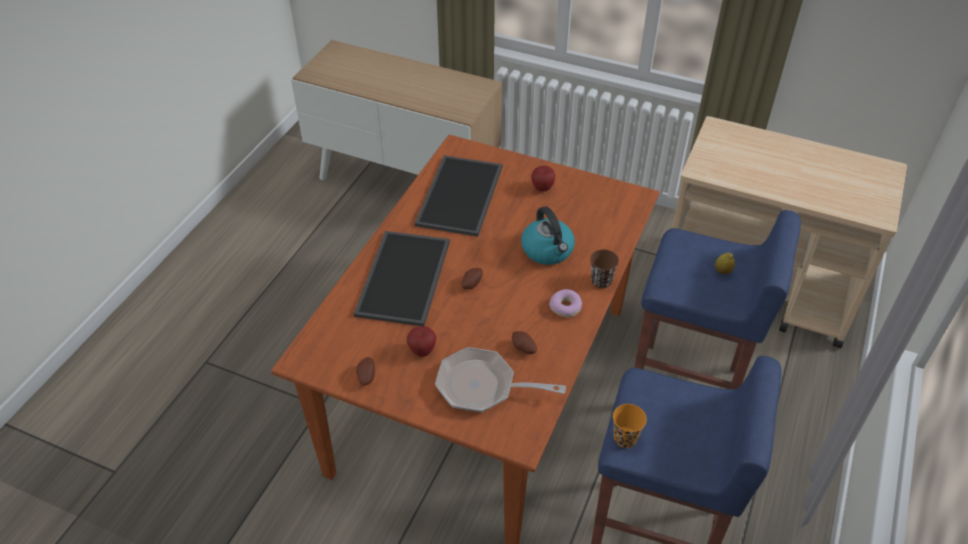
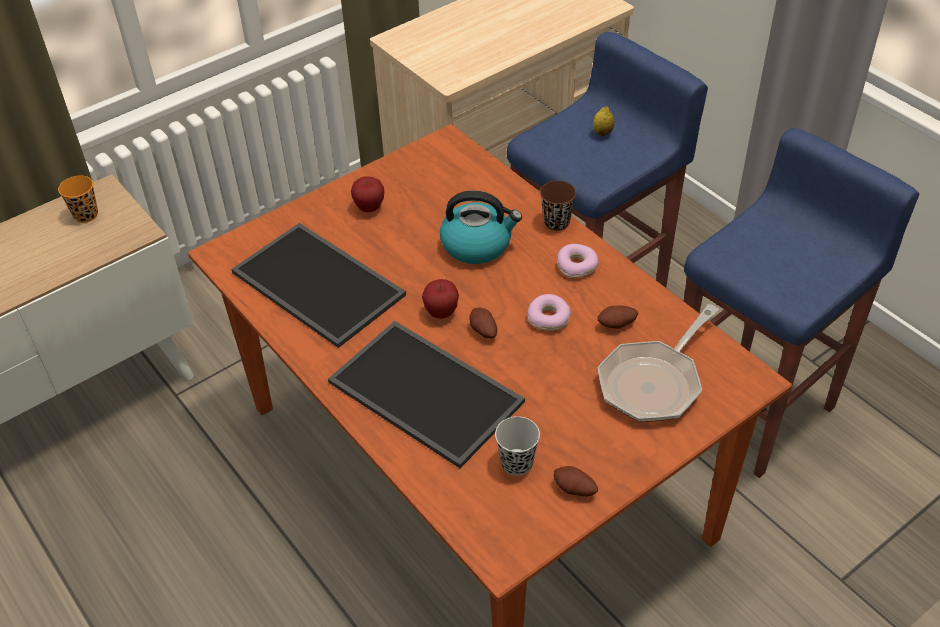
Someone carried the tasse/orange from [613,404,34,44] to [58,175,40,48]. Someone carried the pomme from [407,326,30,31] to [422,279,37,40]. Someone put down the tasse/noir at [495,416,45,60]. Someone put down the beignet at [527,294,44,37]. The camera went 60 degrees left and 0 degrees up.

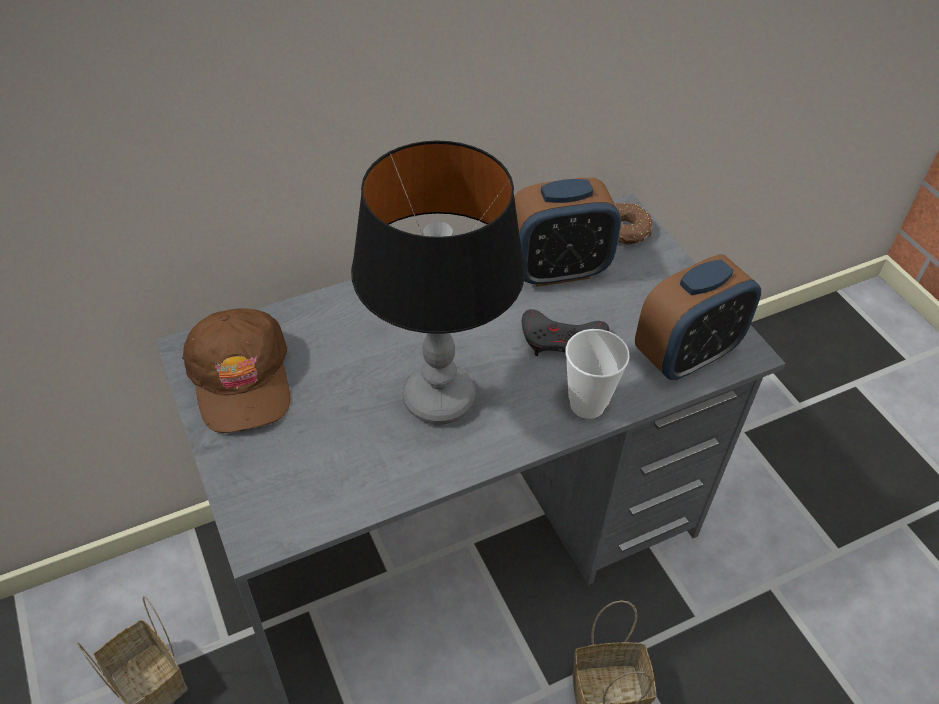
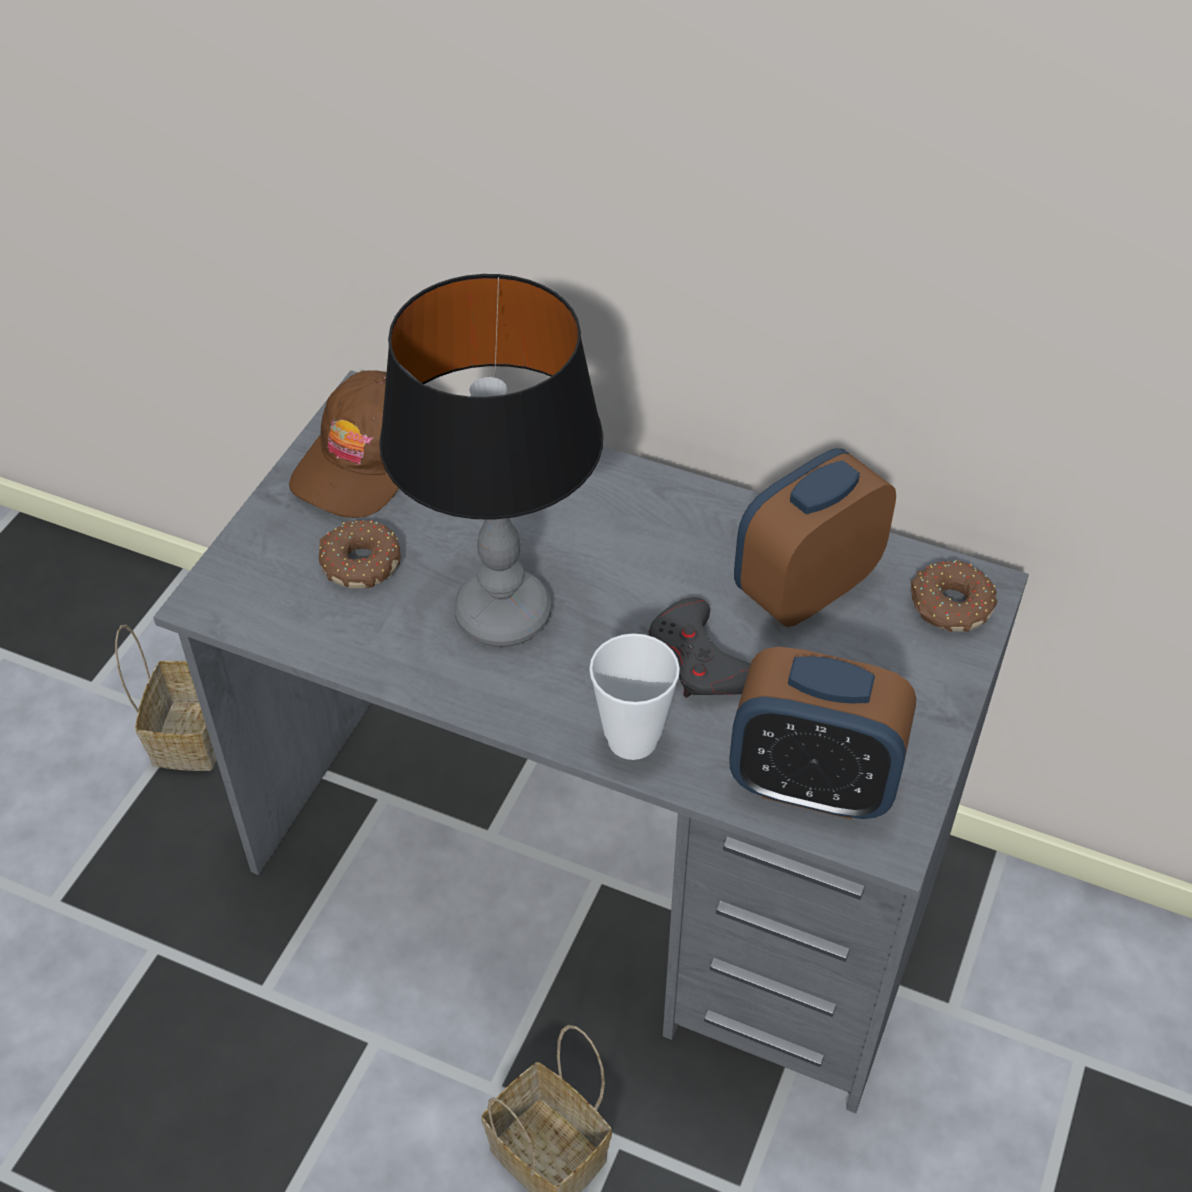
Someone put down the beignet at [319,520,82,68]. Someone rotated the réveil at [514,178,107,109] by 105 degrees clockwise. The camera went 50 degrees right and 0 degrees up.

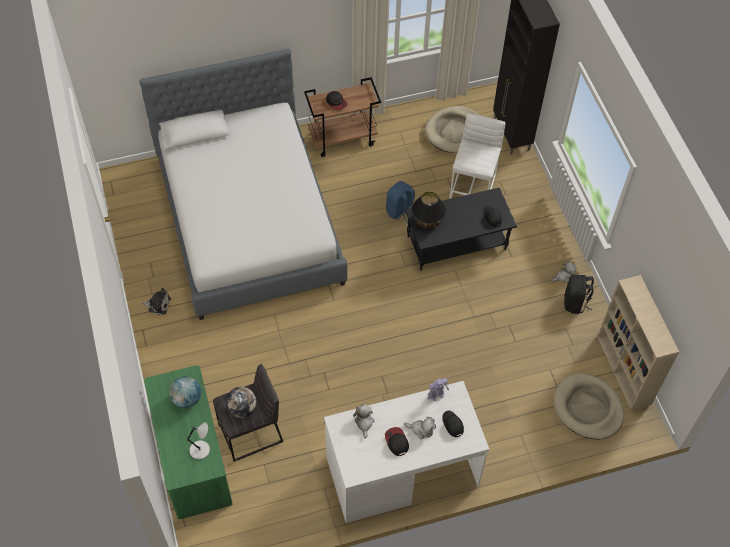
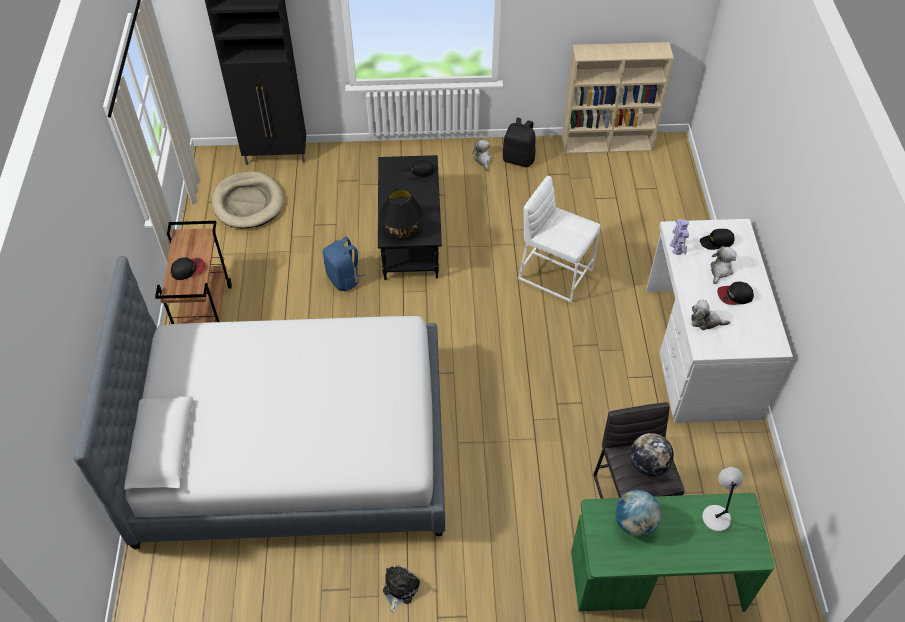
Someone carried the tabouret/blanc from [449,113,56,86] to [518,176,82,126]. Someone took away the panier pour chien/beige at [553,373,71,67]. The camera went 75 degrees left and 5 degrees down.

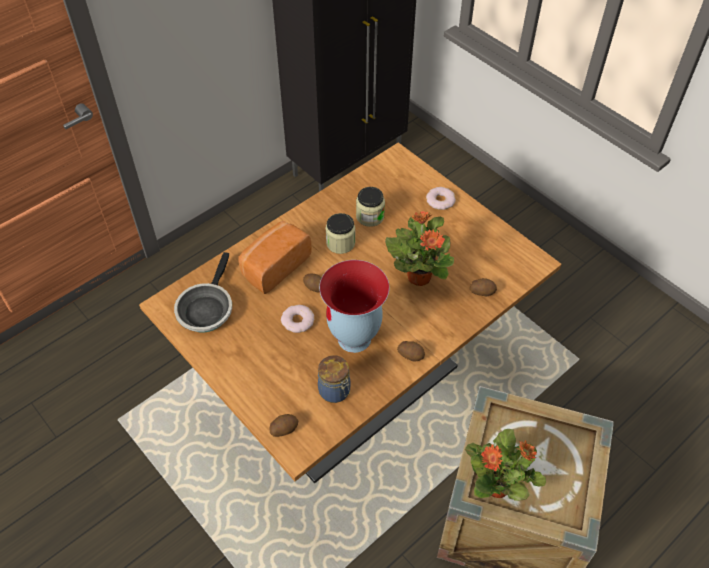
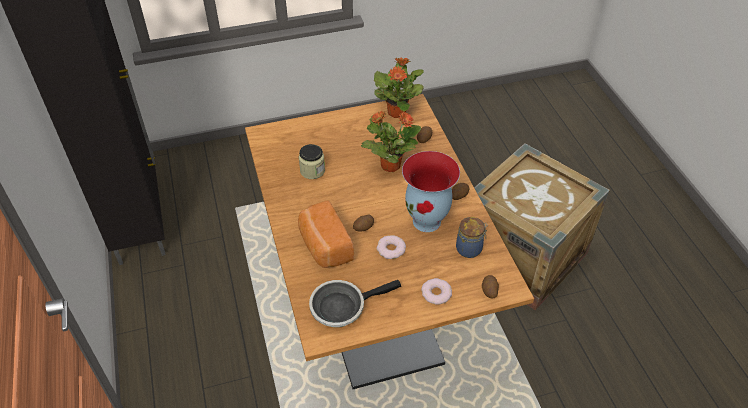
Someone rotated the poêle at [174,252,58,80] by 120 degrees clockwise. Someone carried the plante en pot from [465,429,81,72] to [374,57,50,61]. Someone carried the beignet from [426,187,30,23] to [421,278,31,27]. Someone took away the bocal at [325,213,30,41]. The camera went 65 degrees left and 5 degrees down.

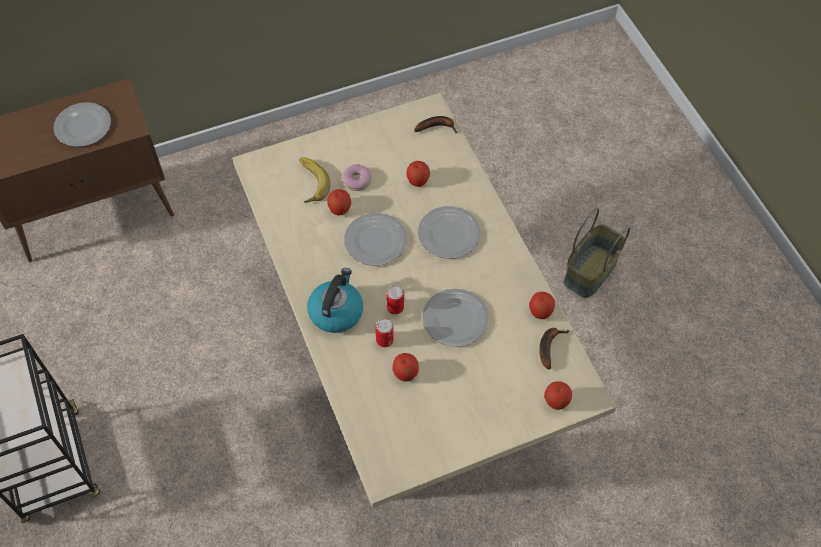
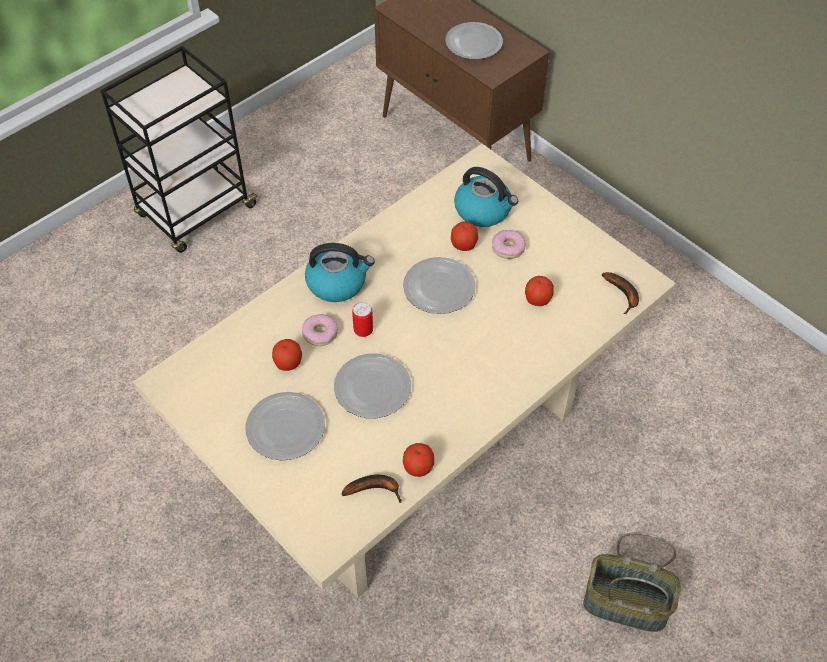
Someone carried the assiette from [418,206,63,53] to [245,392,80,68]. Someone swapped the boîte métallique at [375,318,19,29] for the beignet at [302,314,36,32]. Someone swapped the banane at [299,157,31,46] for the bouilloire at [454,167,64,60]. Someone took away the pomme at [544,381,28,29]. The camera went 70 degrees right and 5 degrees down.

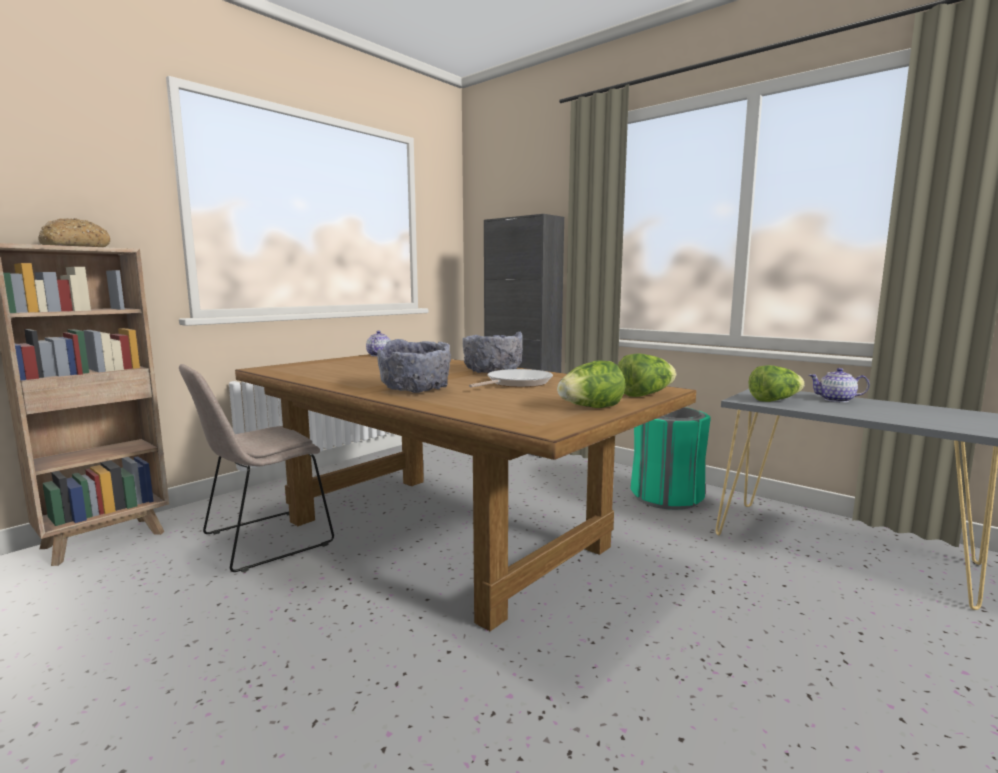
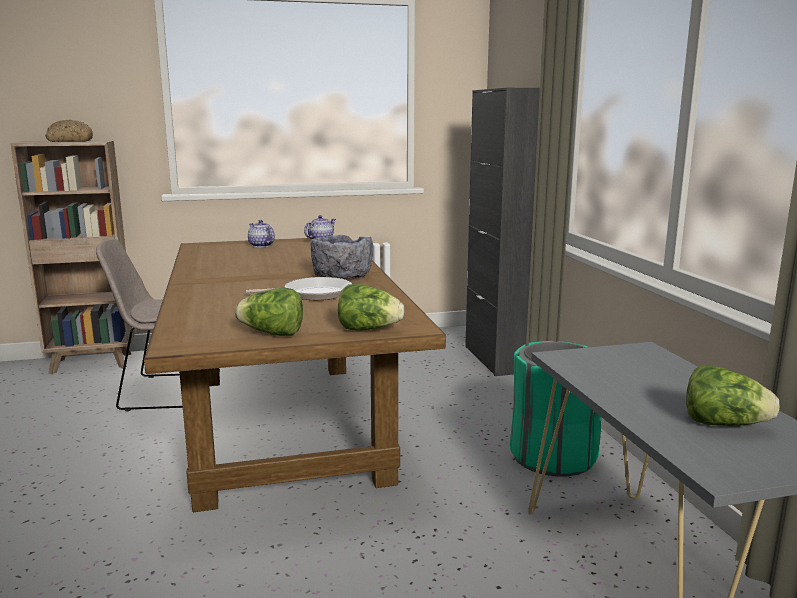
Someone carried the théière from [809,368,61,34] to [248,220,27,27]. Someone carried the laitue from [749,365,56,37] to [686,365,94,61]. Someone took away the bol/gris at [377,339,74,54]. The camera went 35 degrees right and 5 degrees up.

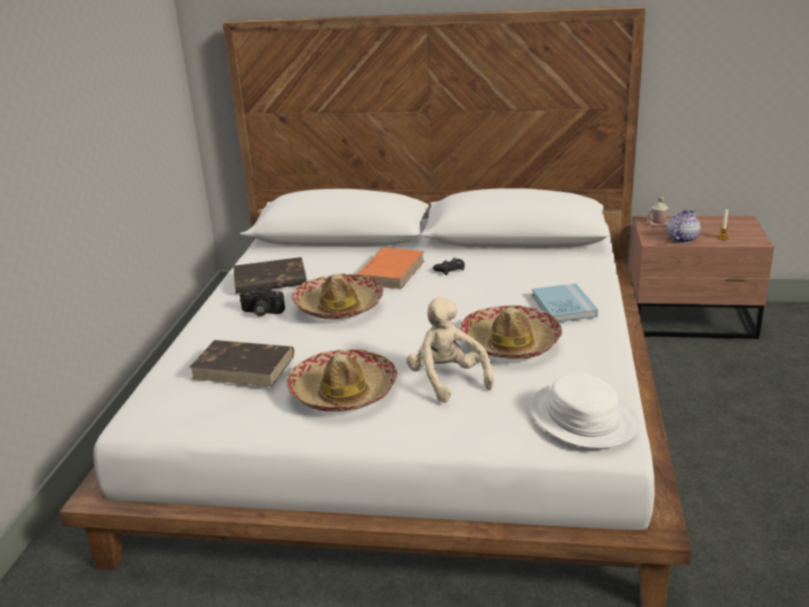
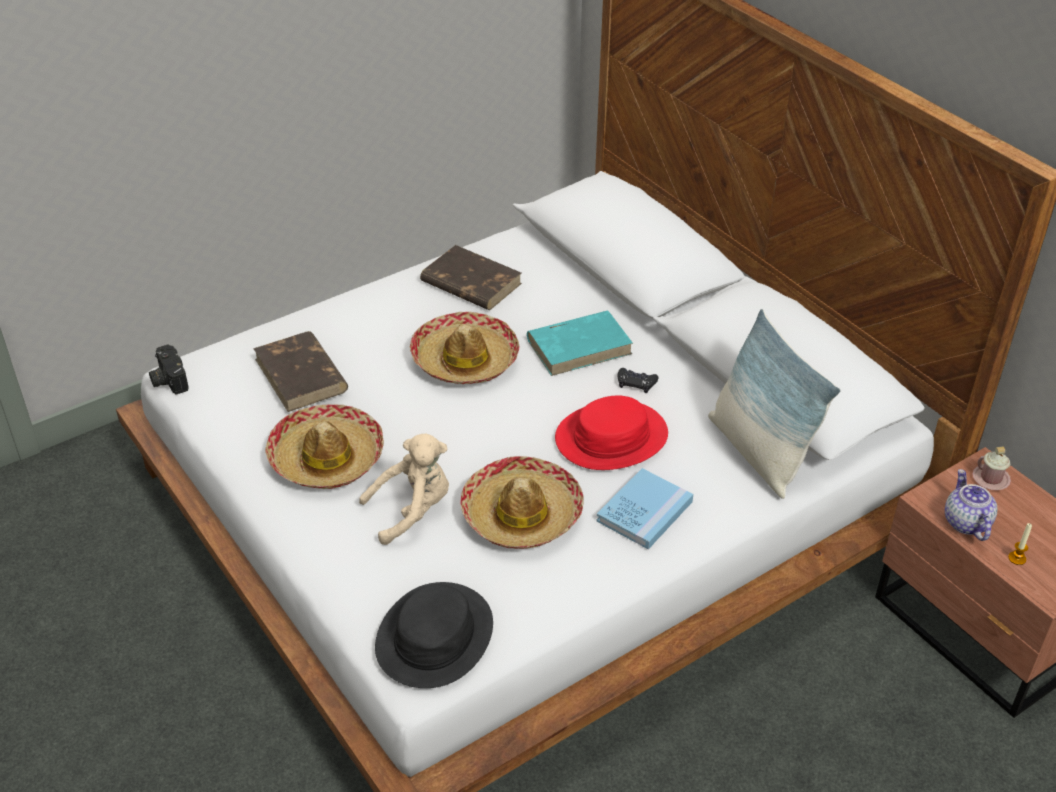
Someone carried the appareil photo from [240,286,45,30] to [149,344,40,51]. Someone rotated the peluche/beige at [406,297,88,106] by 45 degrees clockwise. Someone repainted the chapeau/blanc at [530,373,110,75], which became the chapeau/noir at [375,582,118,106]. Someone repainted the livre/orange at [356,248,68,41], which became the livre/turquoise at [527,311,106,65]. Someone put down the chapeau/rouge at [555,396,113,74]. Someone put down the coussin at [708,309,133,190]. Someone rotated the théière at [667,210,34,33] by 90 degrees counterclockwise. The camera went 45 degrees right and 15 degrees up.

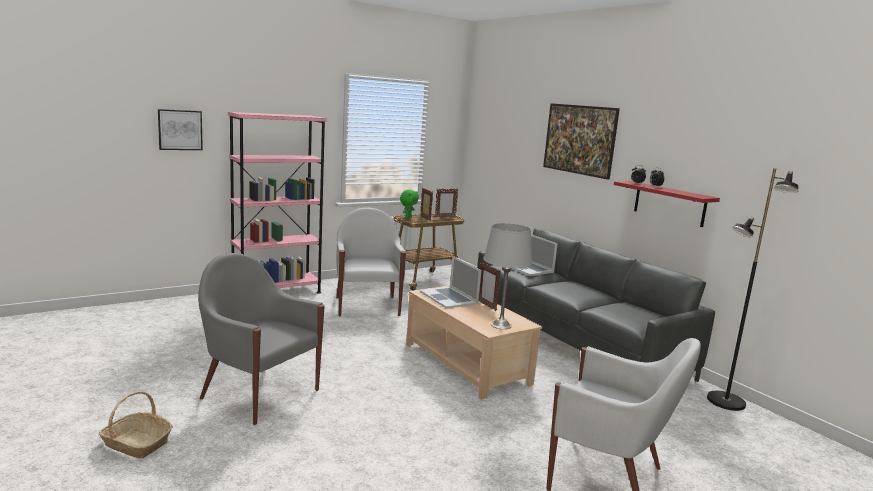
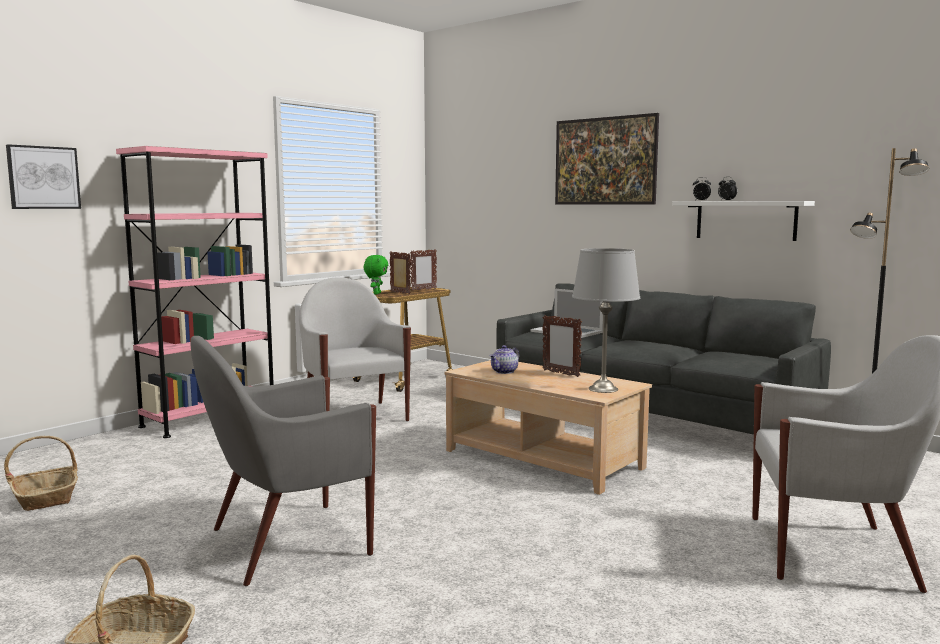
Someone put down the panier at [4,436,74,75]. Someone rotated the fauteuil/gris at [198,253,127,172] by 45 degrees counterclockwise. Someone swapped the ordinateur portable at [420,256,61,53] for the théière at [489,345,30,29]. Someone repainted the étagère/rouge at [614,181,106,46], which became the étagère/blanc at [672,201,143,40]. The camera went 15 degrees left and 5 degrees down.

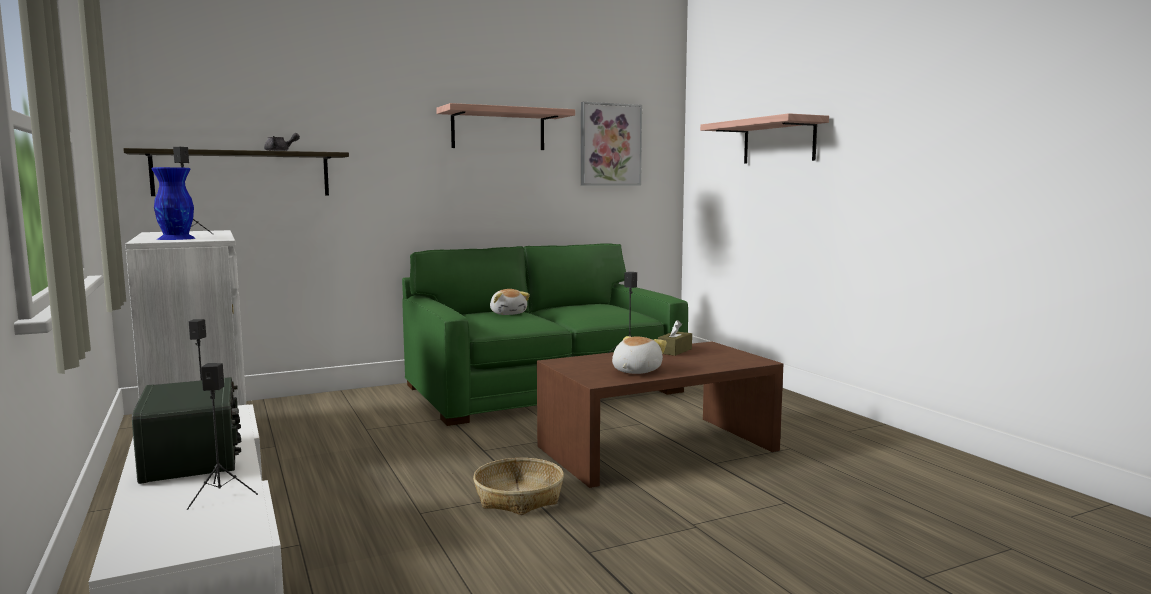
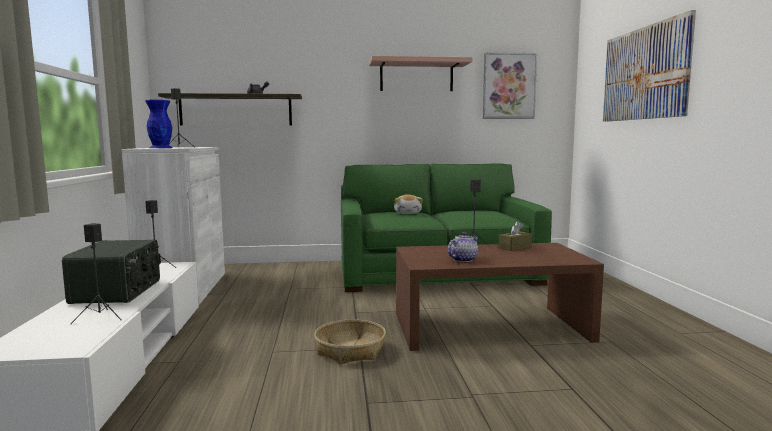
Someone swapped the peluche at [612,336,55,38] for the théière at [448,232,31,30]. Someone swapped the étagère at [700,113,129,50] for the tableau at [603,10,93,112]. The camera went 20 degrees right and 0 degrees up.

